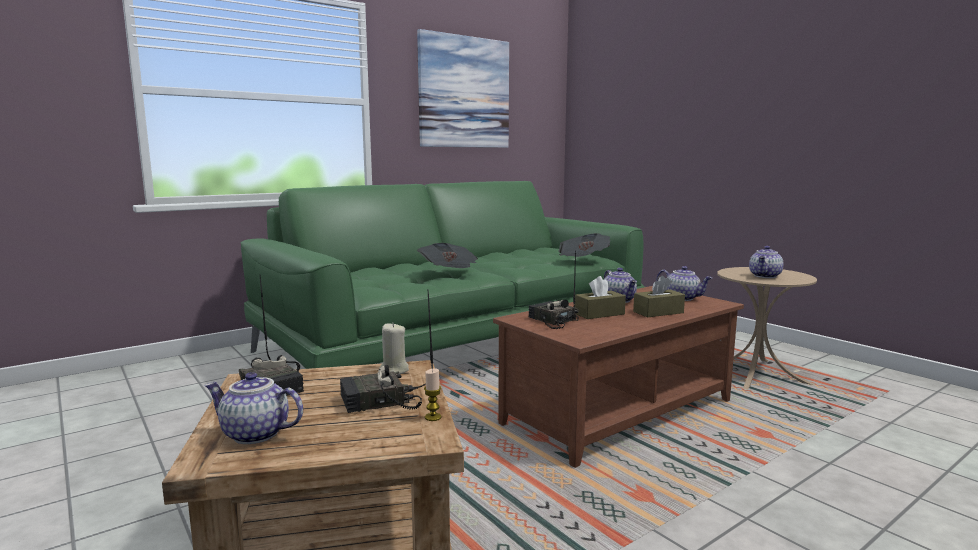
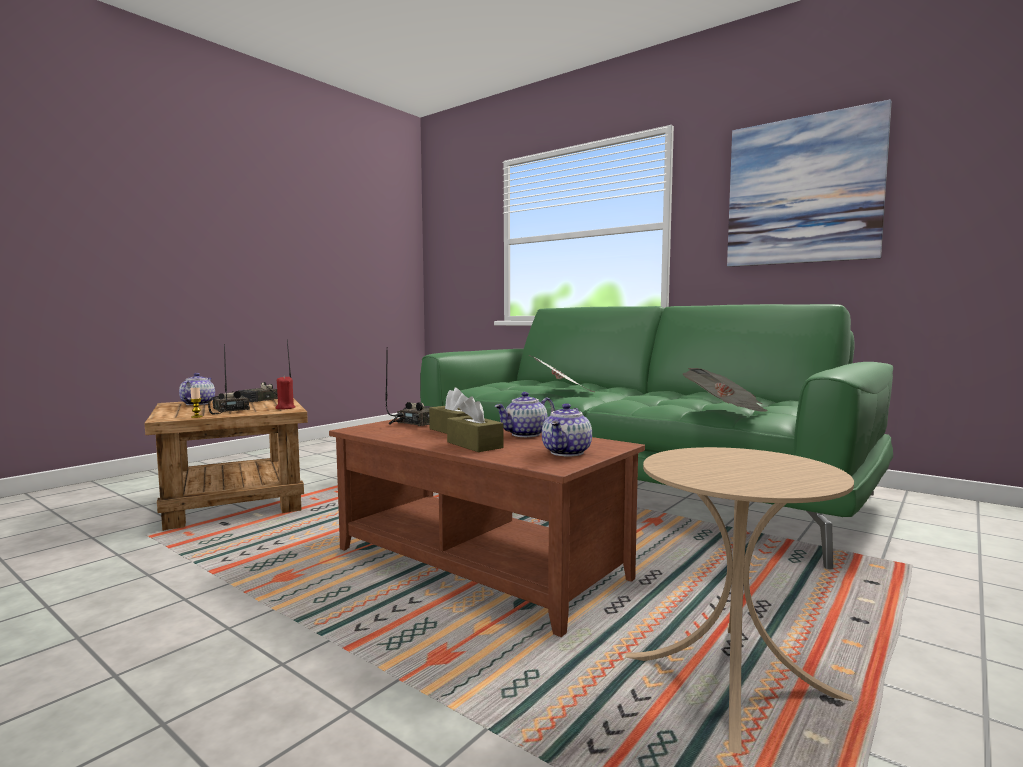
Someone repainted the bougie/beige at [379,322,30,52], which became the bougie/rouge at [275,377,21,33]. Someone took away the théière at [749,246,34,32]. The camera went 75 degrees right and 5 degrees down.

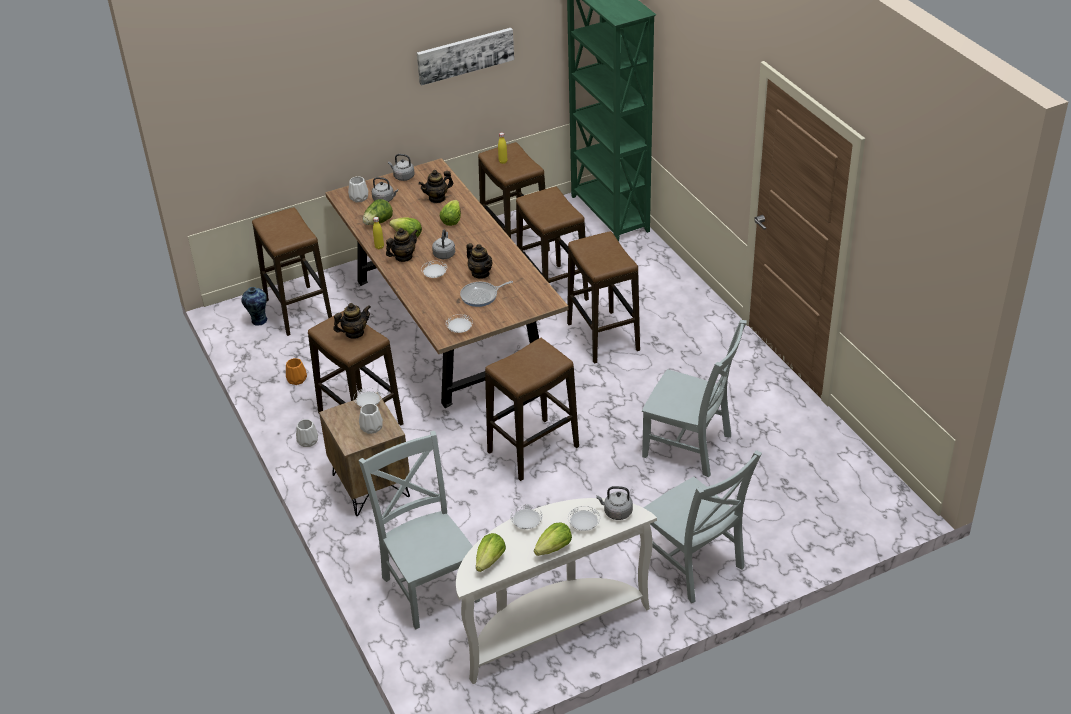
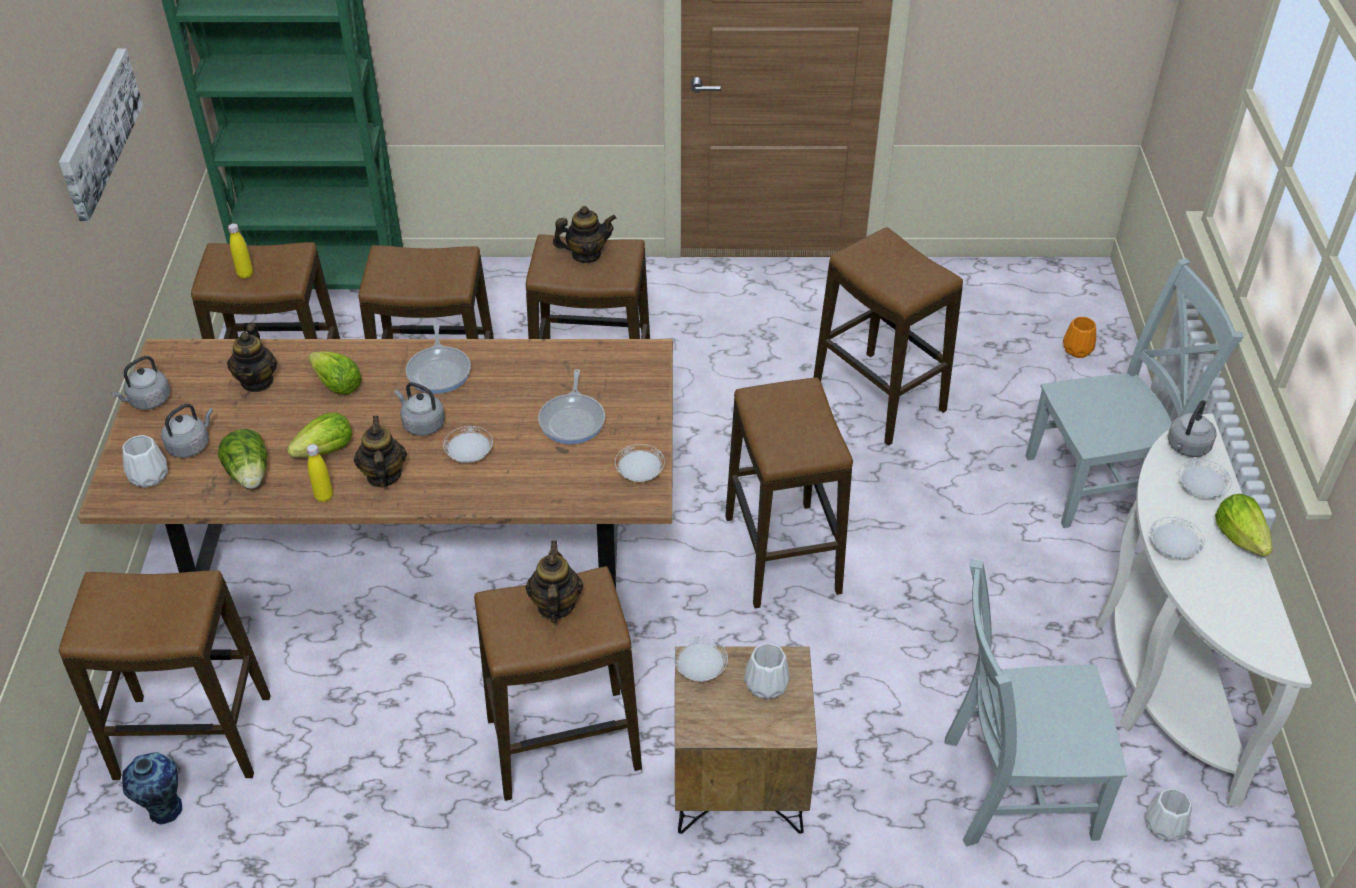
Someone put down the poêle at [406,323,65,71]. Someone carried the théière from [466,243,26,36] to [553,206,63,57]. Someone swapped the chaise/gris at [642,320,105,157] for the tabouret at [813,227,150,219]. Someone carried the vase/orange from [286,358,21,27] to [1063,317,33,41]. Someone carried the vase/blanc from [296,419,22,28] to [1145,788,47,54]. Someone took away the laitue at [476,533,30,39]. The camera went 65 degrees left and 5 degrees up.

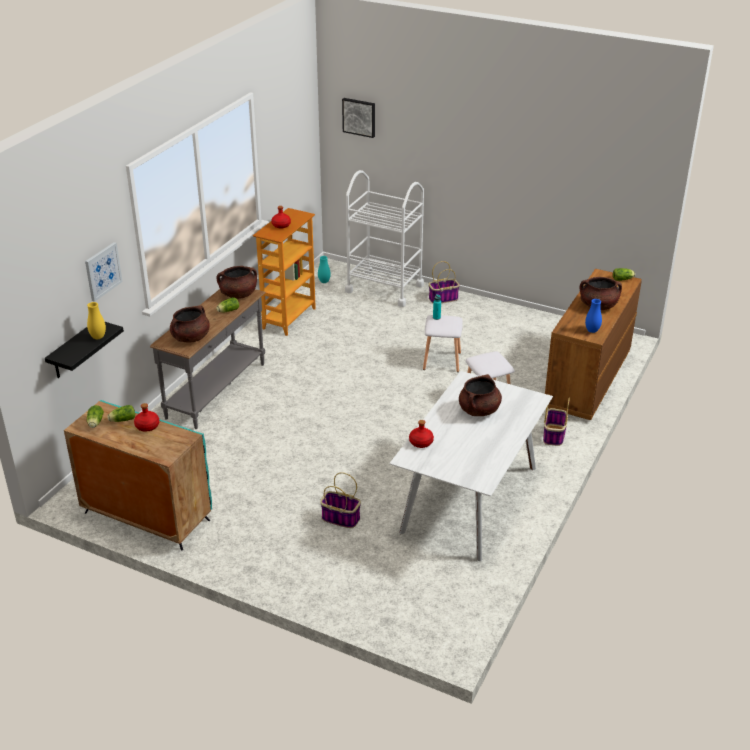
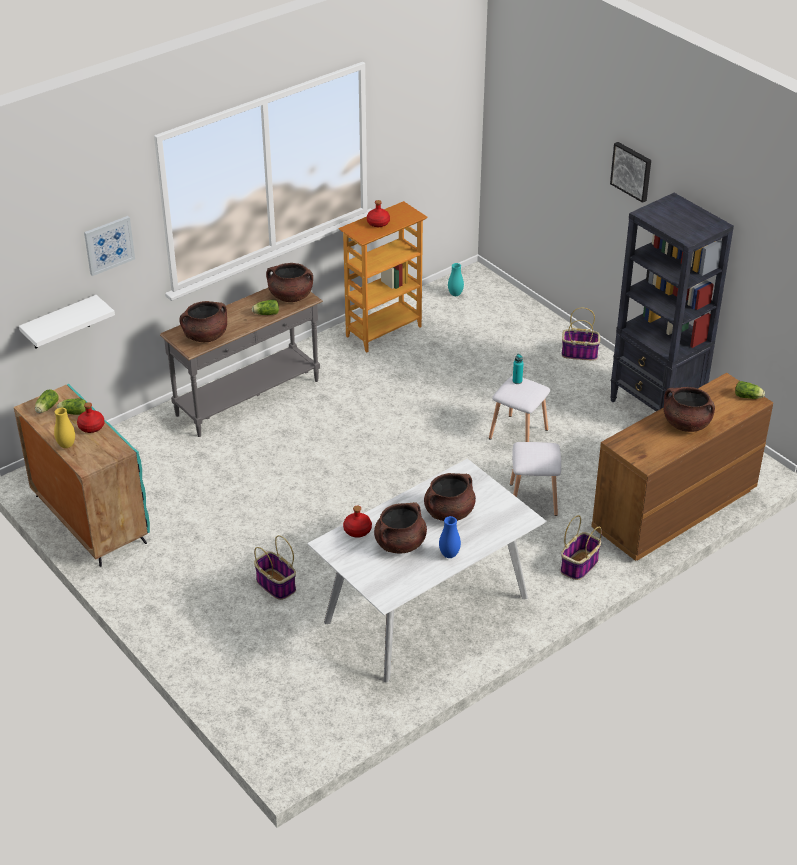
Someone repainted the étagère/noir at [45,322,79,56], which became the étagère/blanc at [19,295,96,54]. Someone carried the vase/jaune from [87,302,19,37] to [54,408,21,40]. Someone put down the marmite/marron at [374,502,53,52]. Someone carried the vase/bleu from [585,299,17,34] to [439,516,22,42]. Someone carried the tableau from [342,98,33,40] to [610,142,41,61]. Someone put down the bibliothèque/noir at [610,193,124,218]. Someone took away the chariot/blanc at [345,170,79,137]. The camera went 25 degrees right and 5 degrees up.

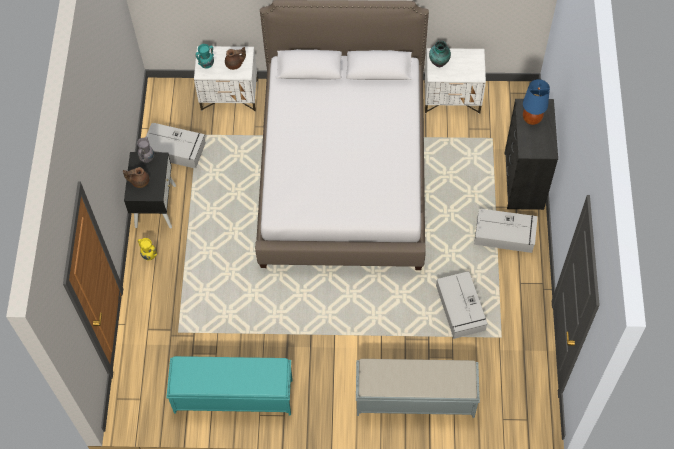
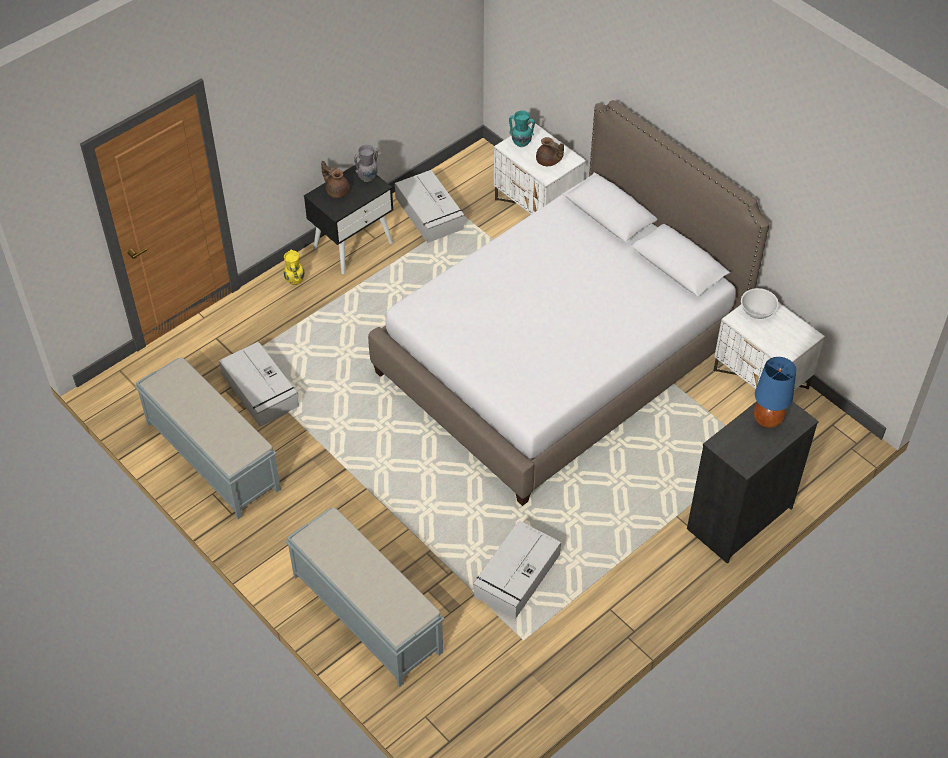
Someone repainted the banc/turquoise at [166,356,126,59], which became the banc/gris at [135,357,146,162]. Someone carried the boîte de rangement/gris from [474,209,64,44] to [219,342,80,85]. Someone swapped the vase at [429,41,22,26] for the bol/blanc at [741,288,38,31]. The camera went 45 degrees right and 10 degrees down.

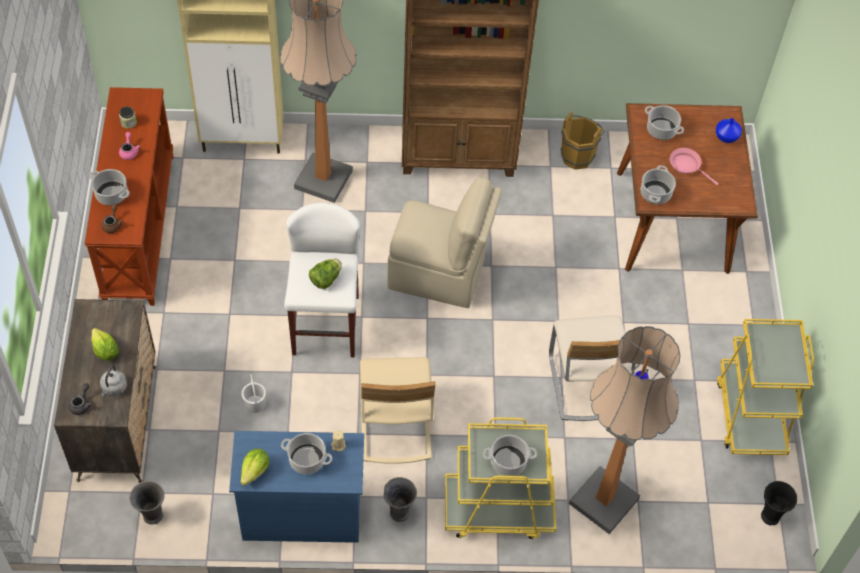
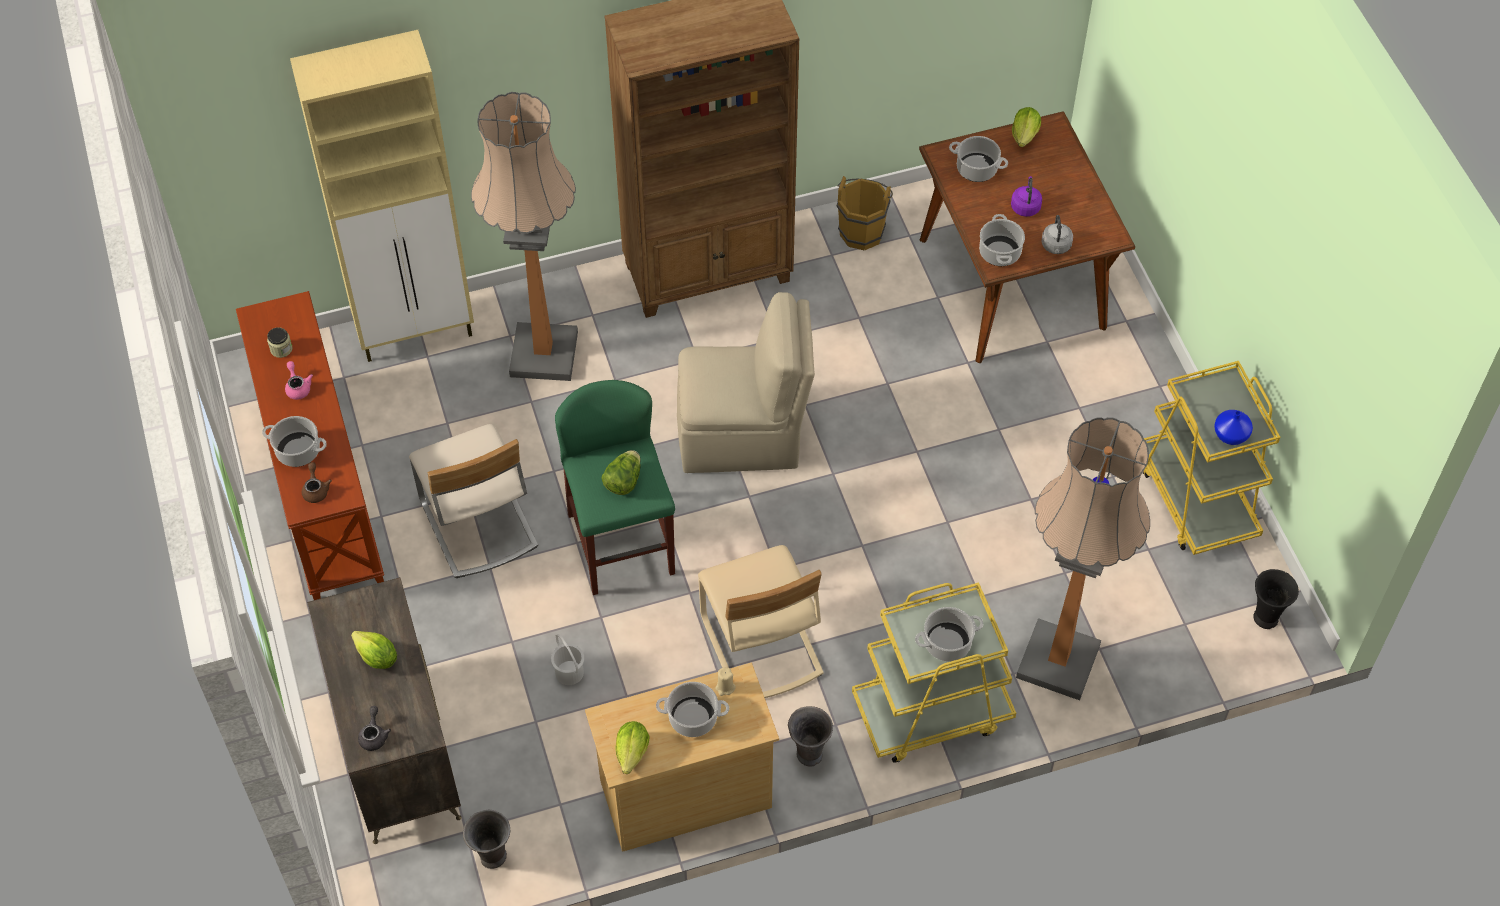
Someone carried the chaise/beige from [549,315,87,106] to [409,424,129,154]. Someone repainted the tabouret/blanc at [284,203,76,154], which became the tabouret/vert at [555,380,120,215]. Someone repainted the commode/bleu at [229,431,135,112], which became the commode/beige at [585,663,194,189]. Someone swapped the poêle/rose at [670,148,49,37] for the bouilloire/violet at [1011,176,31,41]. Someone put down the laitue at [1012,107,29,40]. Someone carried the bouilloire/gris from [100,365,27,31] to [1041,215,32,39]. Someone carried the vase/bleu from [716,118,26,25] to [1214,410,39,35]. The camera went 15 degrees left and 0 degrees up.

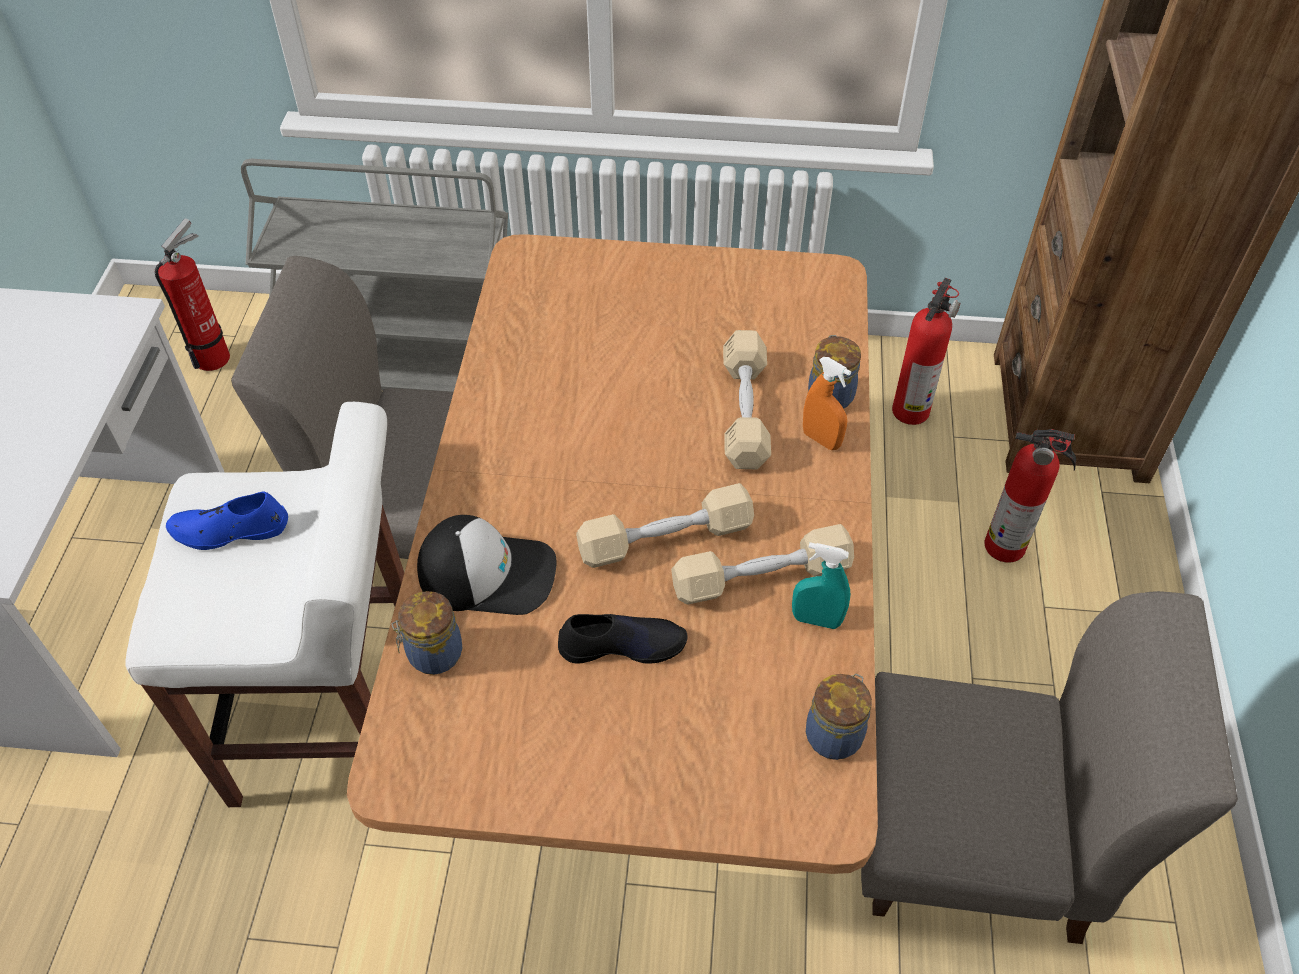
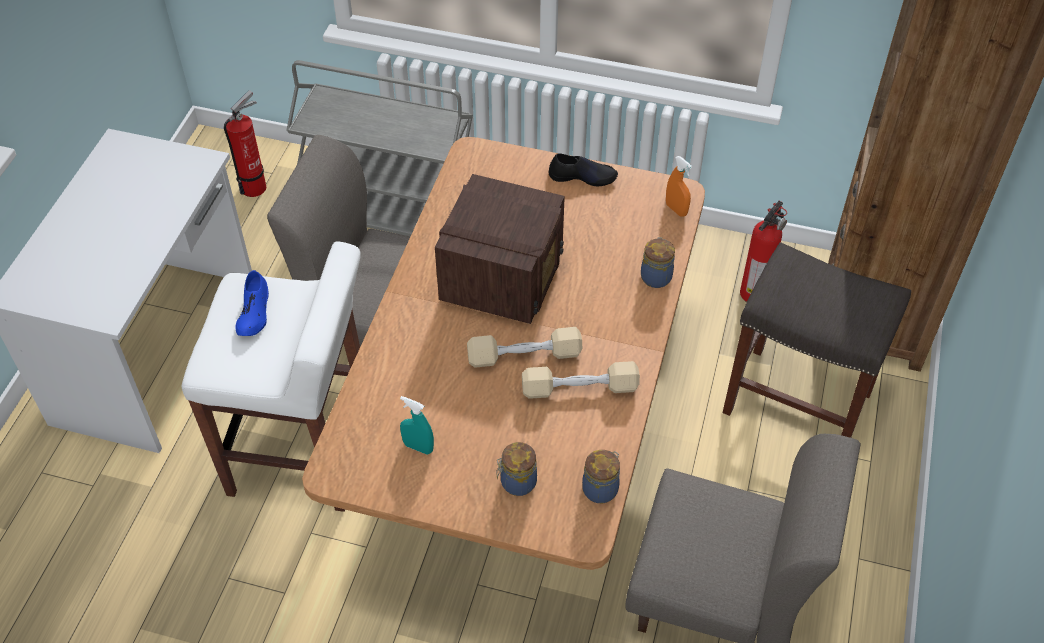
Someone rotated the chaussure/bleu at [166,492,122,58] by 90 degrees counterclockwise. Someone carried the vaporisateur/turquoise from [792,542,58,87] to [400,396,34,59]. Someone put down the radio at [435,174,130,150]. Someone carried the bocal from [391,591,71,84] to [496,442,41,54]. Someone carried the chaussure/noir from [558,614,130,50] to [549,153,69,33]. Someone carried the vaporisateur/orange from [803,357,48,93] to [666,156,26,61]. Someone swapped the extincteur at [985,429,91,134] for the tabouret/gris at [723,243,188,195]. Someone took away the casquette at [417,515,139,100]. Someone took away the haltère/beige at [723,330,48,139]. The camera went 10 degrees right and 0 degrees up.

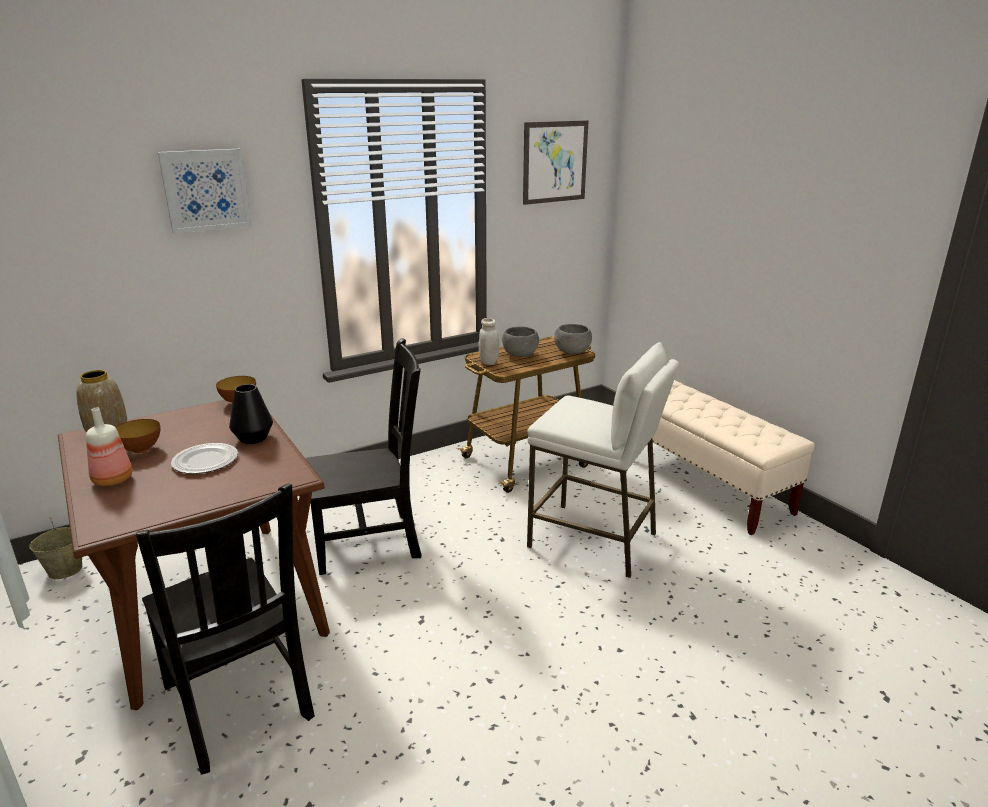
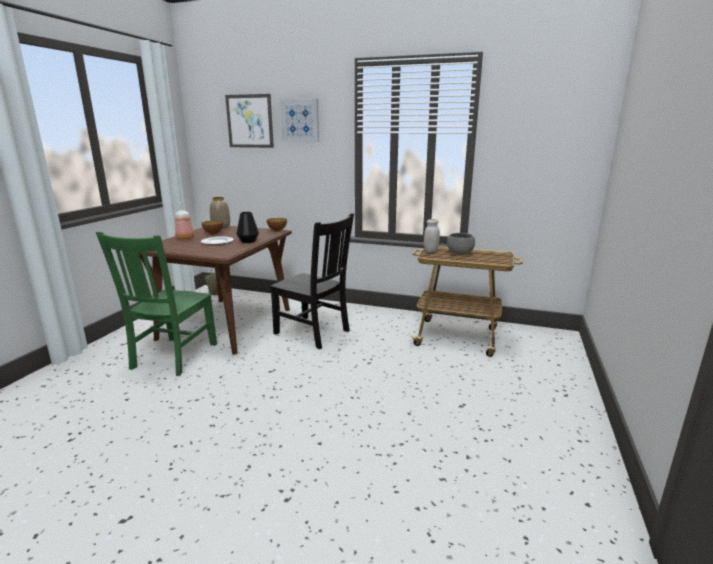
Someone repainted the chaise/noir at [136,484,179,291], which became the chaise/vert at [96,232,121,144]. Someone carried the tableau from [523,120,65,85] to [225,94,49,54]. Someone took away the tabouret/blanc at [527,342,152,236]. Someone took away the bol/gris at [554,324,38,30]. Someone took away the banc/beige at [653,380,162,155]. The camera went 50 degrees right and 5 degrees down.

